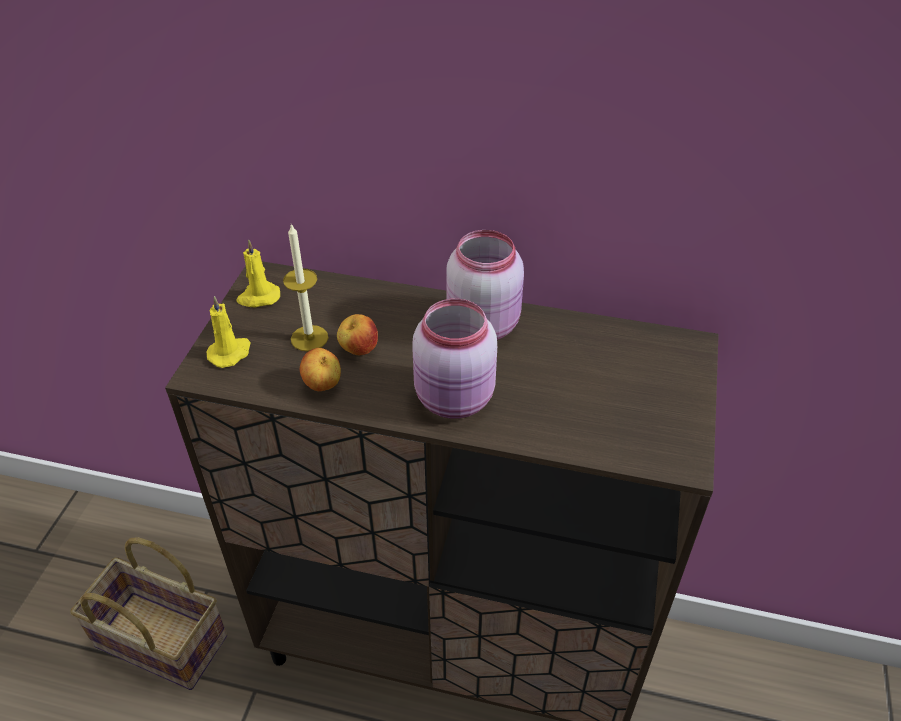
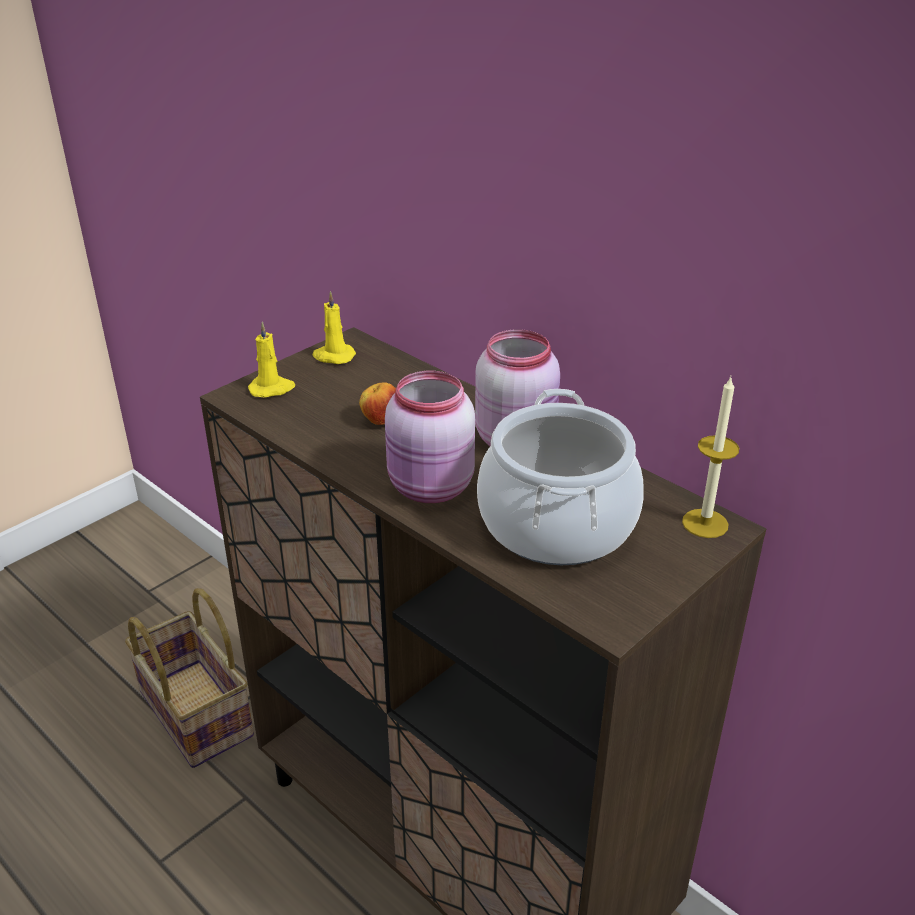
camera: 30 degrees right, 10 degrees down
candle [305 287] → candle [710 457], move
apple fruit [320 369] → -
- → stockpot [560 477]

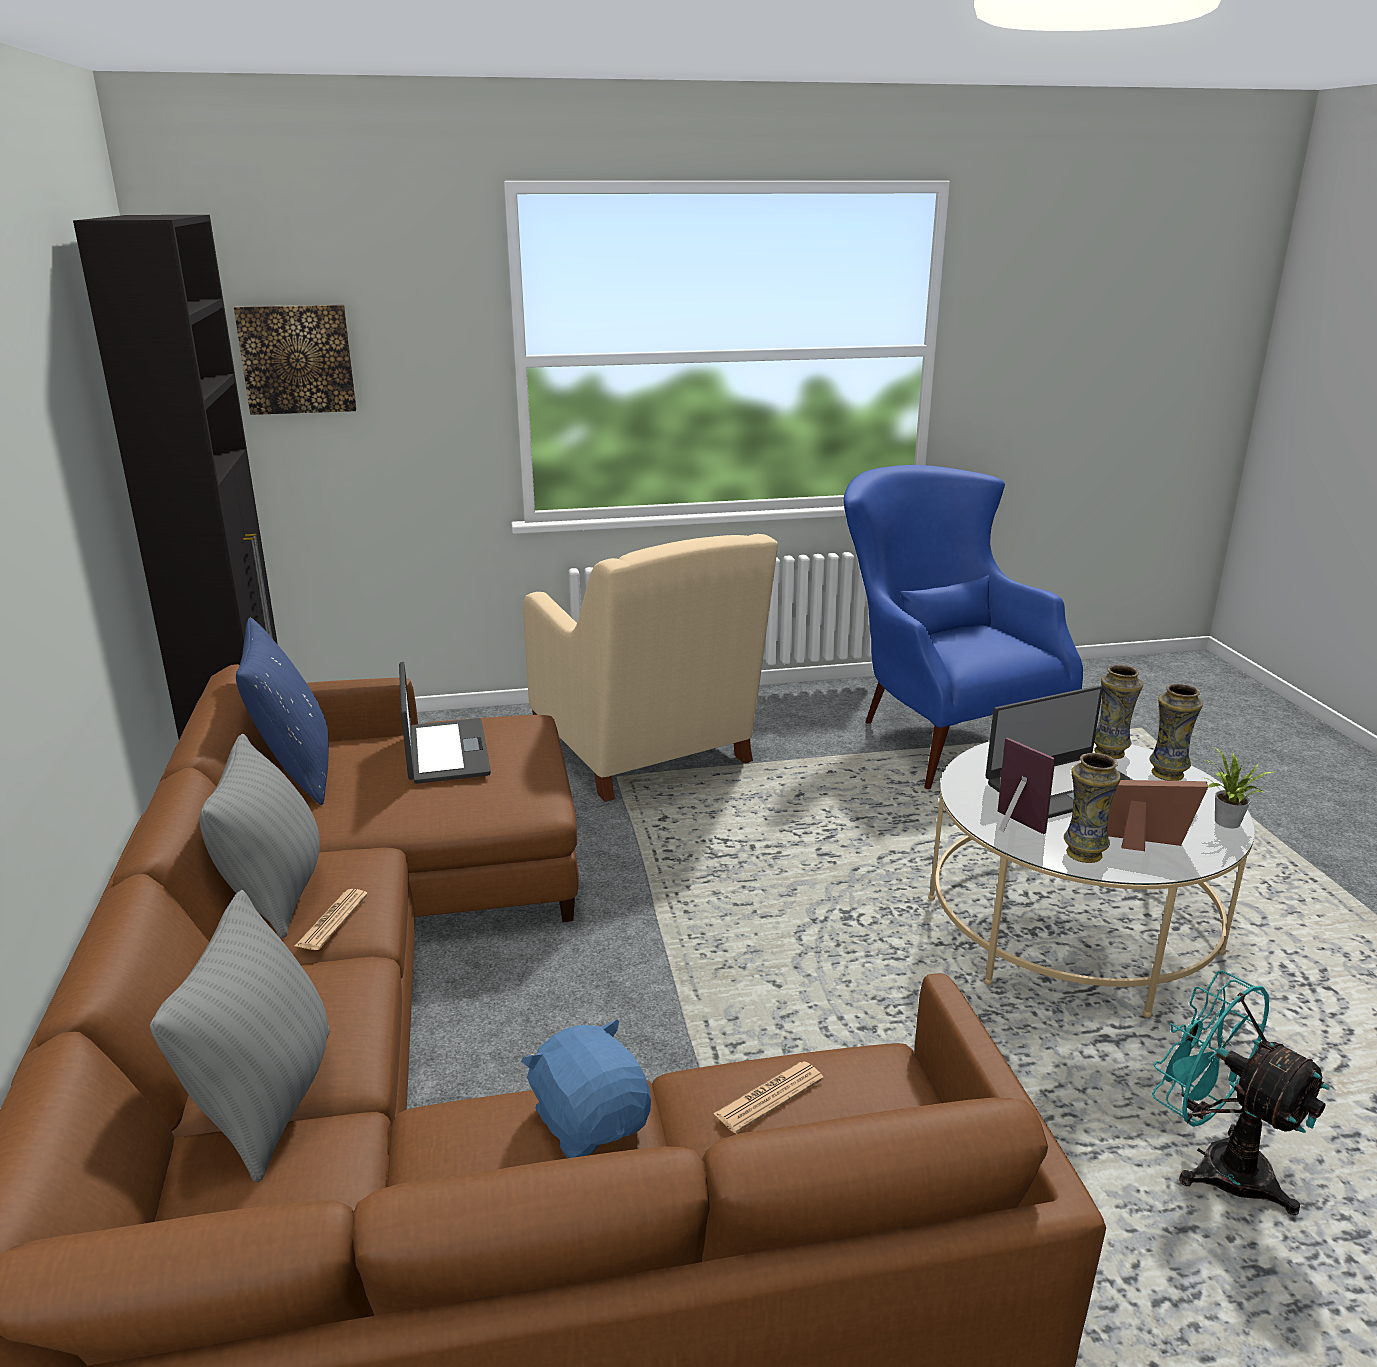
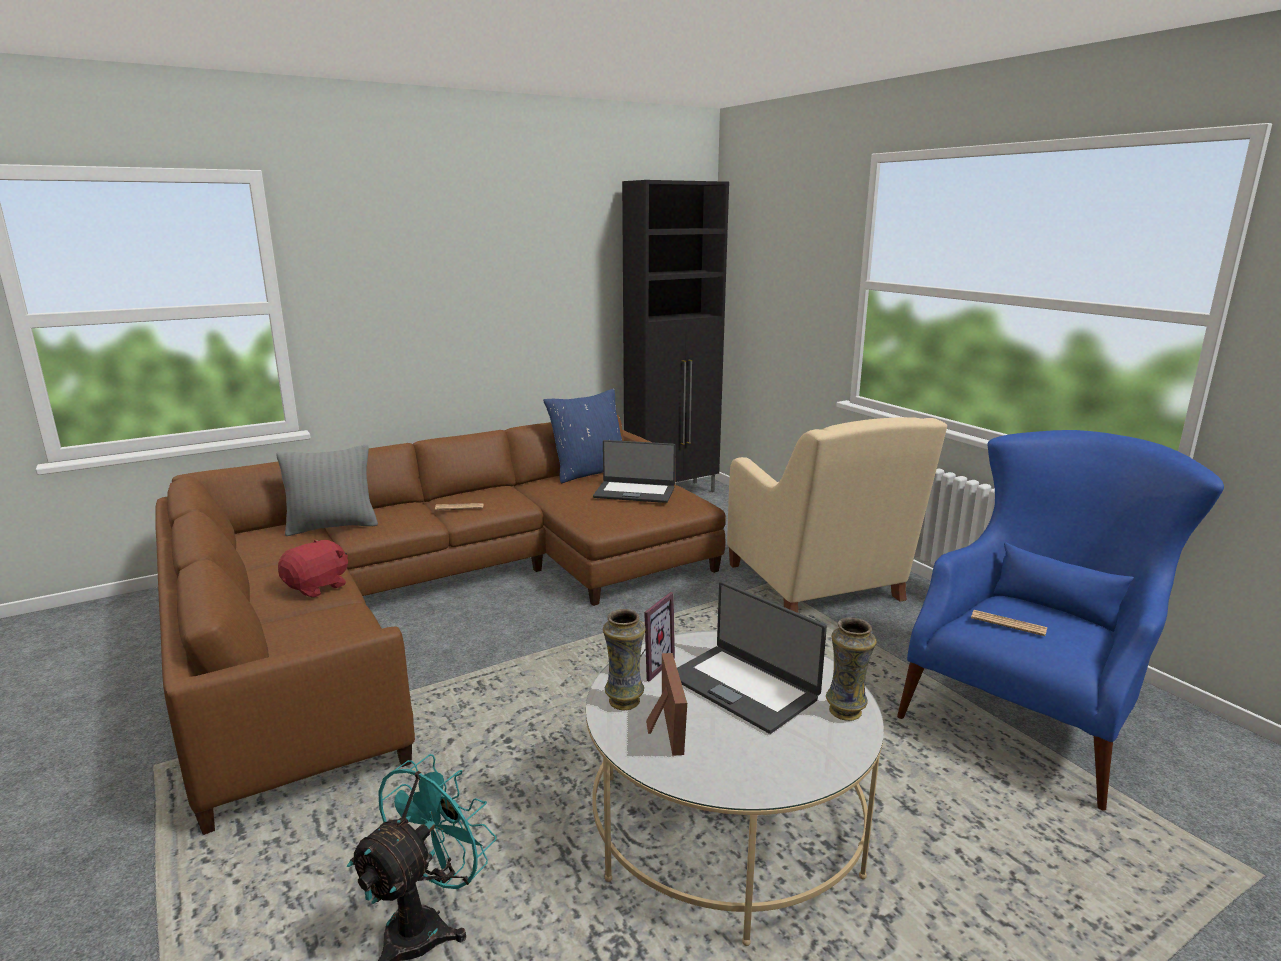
camera: 70 degrees right, 5 degrees down
throw pillow in greyish [259 836] → -
wall art [295 360] → -
notebook computer [445 723] → notebook computer [634 471], 45 degrees clockwise
cuddly toy in blue-coloured [586 1089] → cuddly toy in reddish [313 568]
easy chair in beige-coloured [650 668] → easy chair in beige-coloured [837 515], 60 degrees counterclockwise
daily paper [768 1097] → daily paper [1009 623], move
decorative vase [1176 732] → -
plant in a pot [1239 787] → -

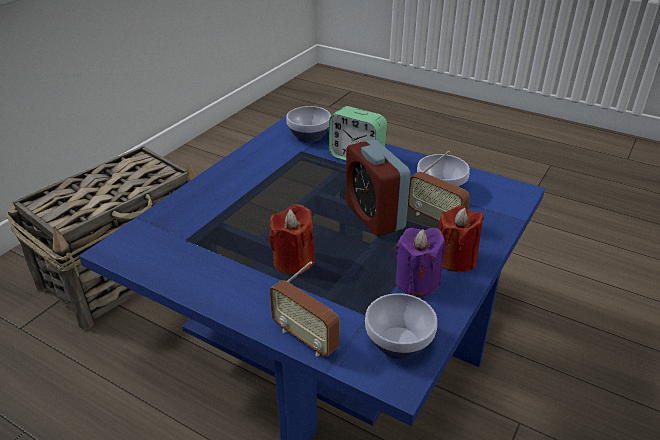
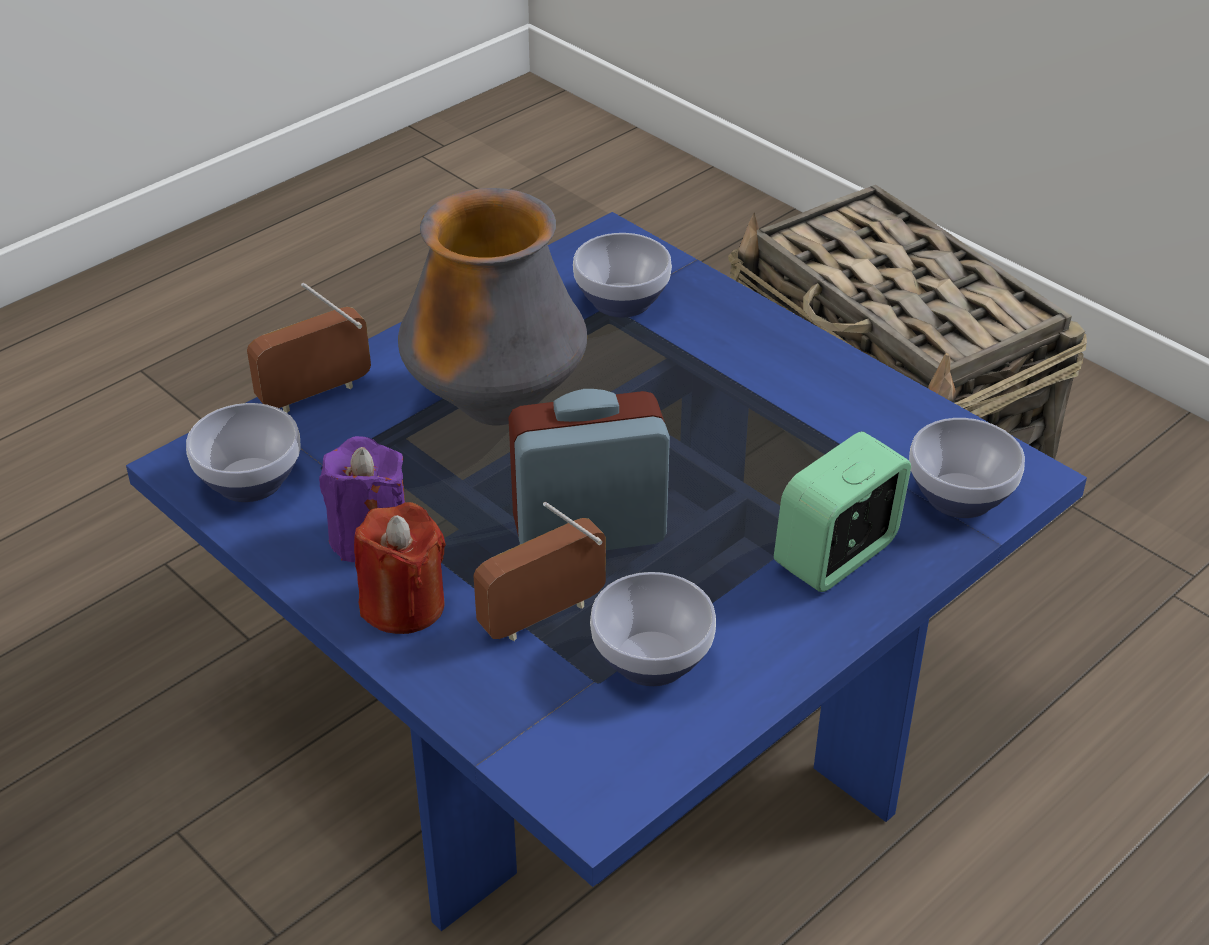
camera: 105 degrees right, 5 degrees up
candle in reddish [292 239] → decorative vase [492 307]
- → deep dish [622 275]

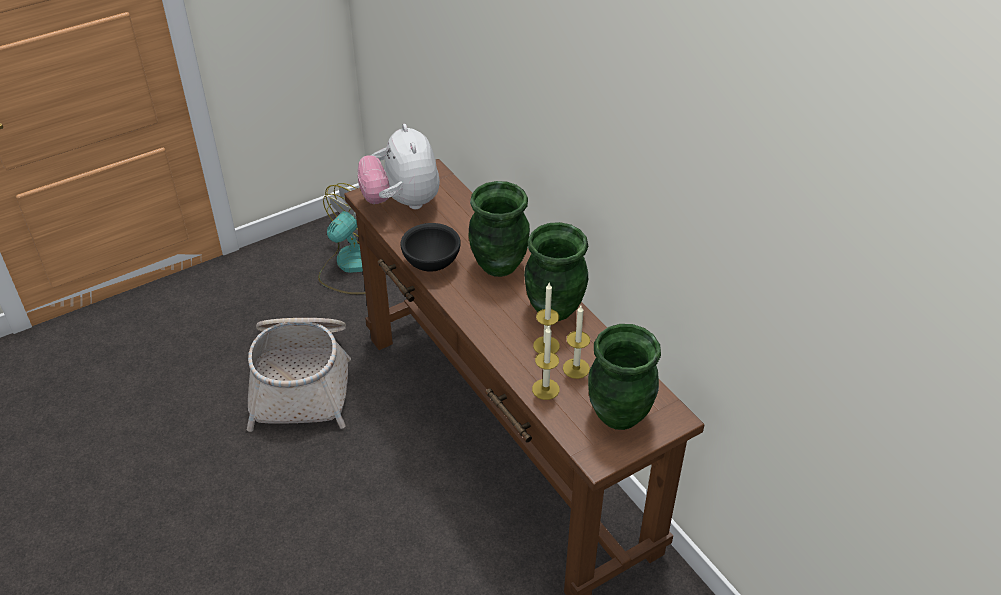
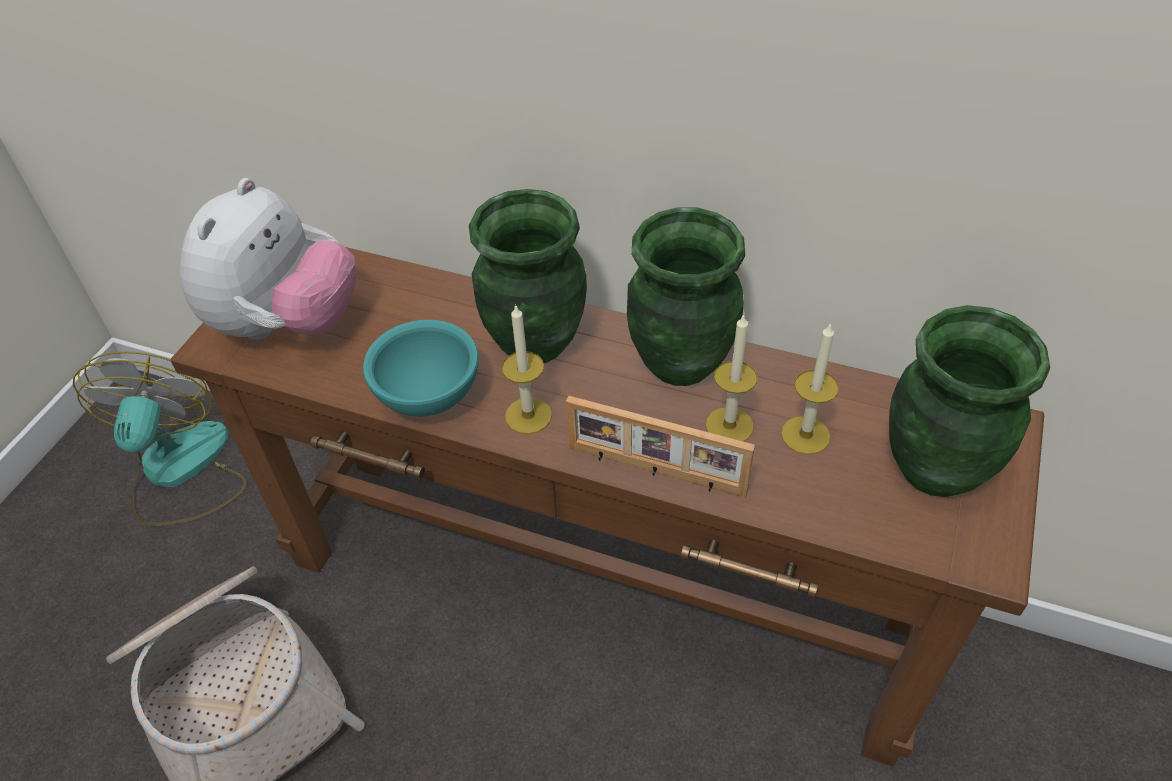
camera: 35 degrees left, 5 degrees up
cuddly toy [399 166] → cuddly toy [268 259], 105 degrees counterclockwise
deep dish in blackish [430 247] → deep dish in turquoise-coloured [421 368]
candle [546 362] → candle [527 369], move
- → photo frame [660 447]

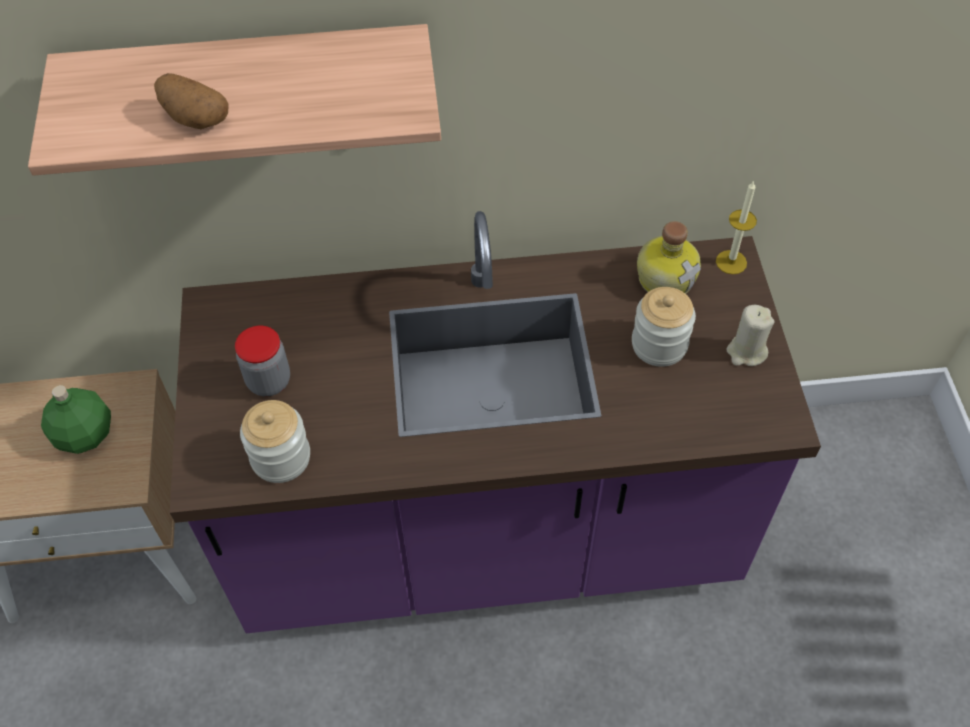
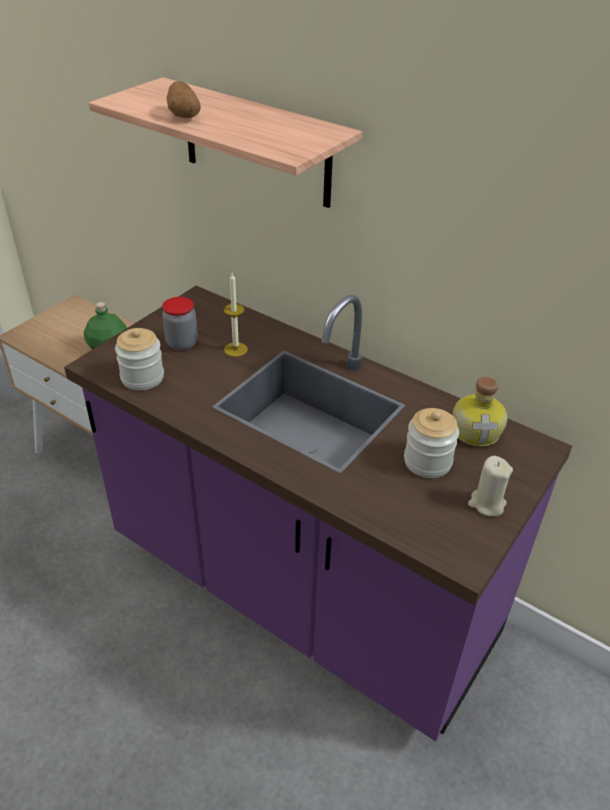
camera: 40 degrees right, 15 degrees down
candle [736 227] → candle [235 315], move

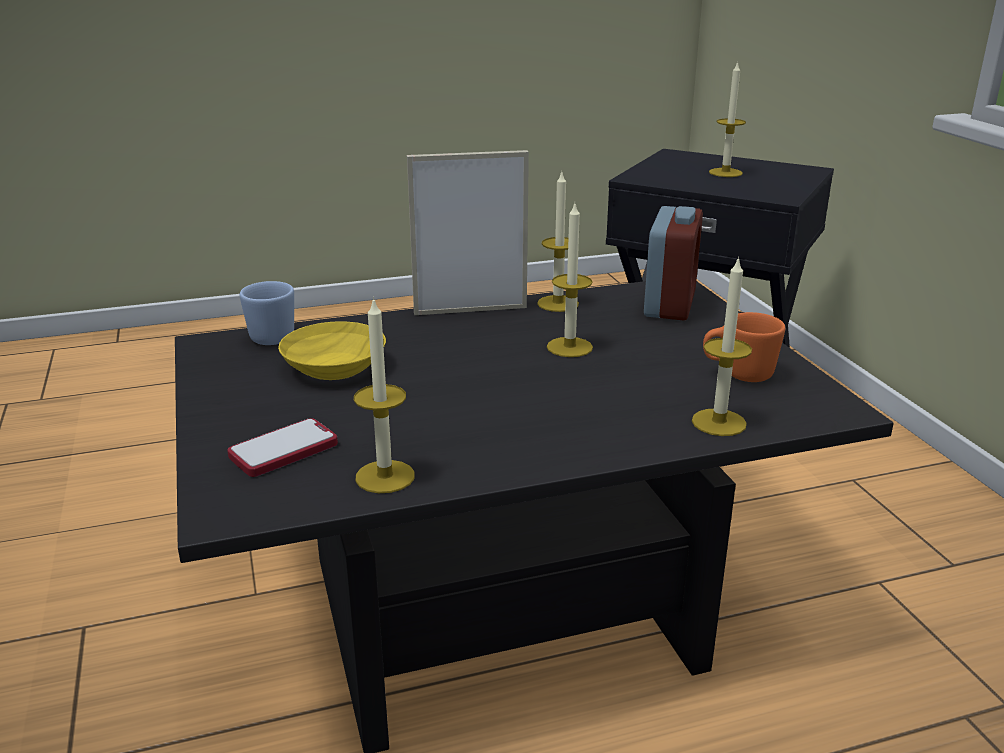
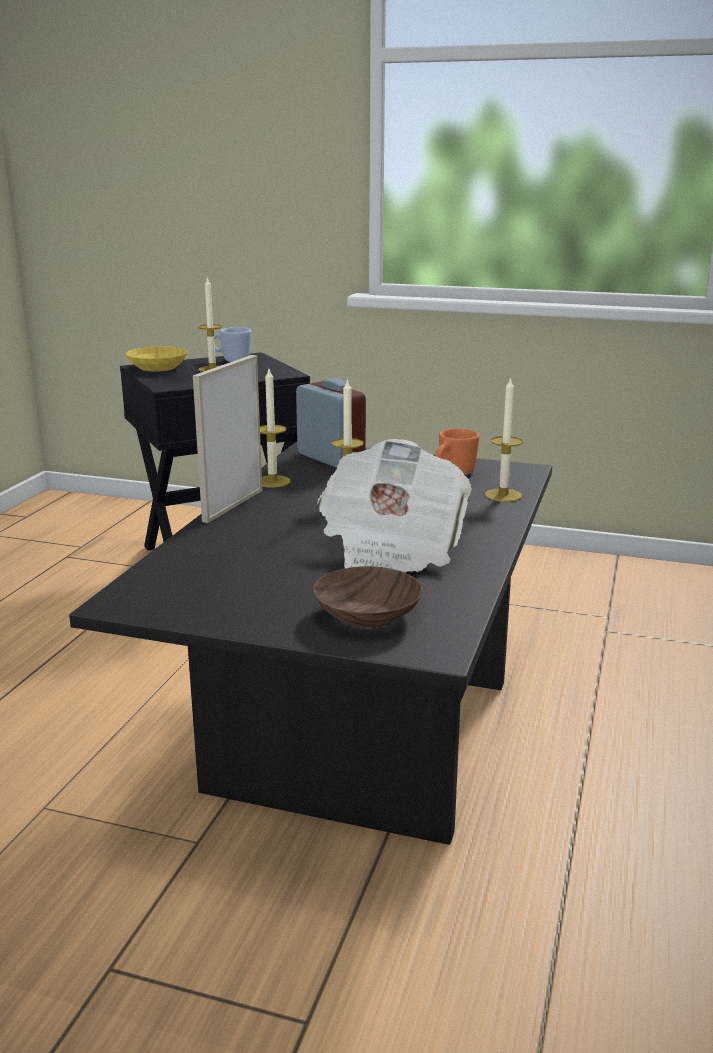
camera: 55 degrees left, 5 degrees down
telephone [282 447] → deep dish in brown [368 597]
tea mug in blue-coloured [267 313] → tea mug in blue-coloured [233 344], move
deep dish in yellow [332 350] → deep dish in yellow [157 359], move
candle [384 395] → -
- → daily paper [394 505]

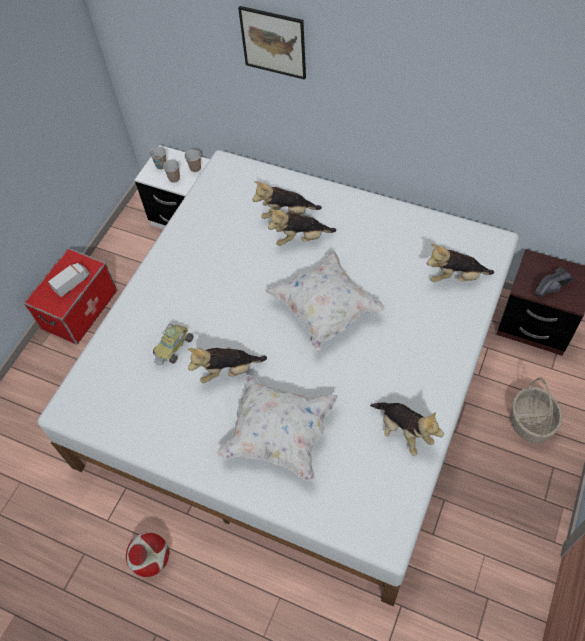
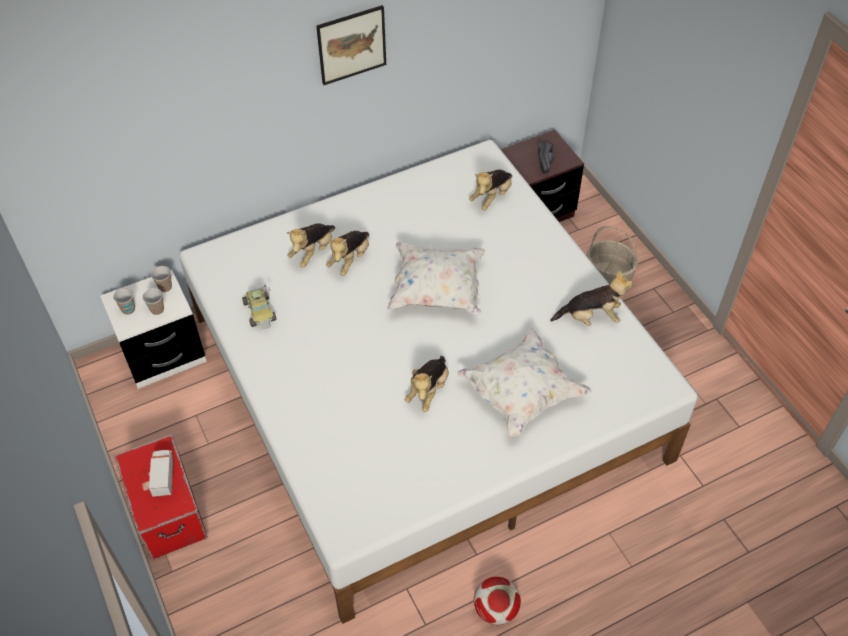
camera: 55 degrees left, 5 degrees down
miniature car [173 345] → miniature car [259 307], move
wall art [272 43] → wall art [351 45], move

